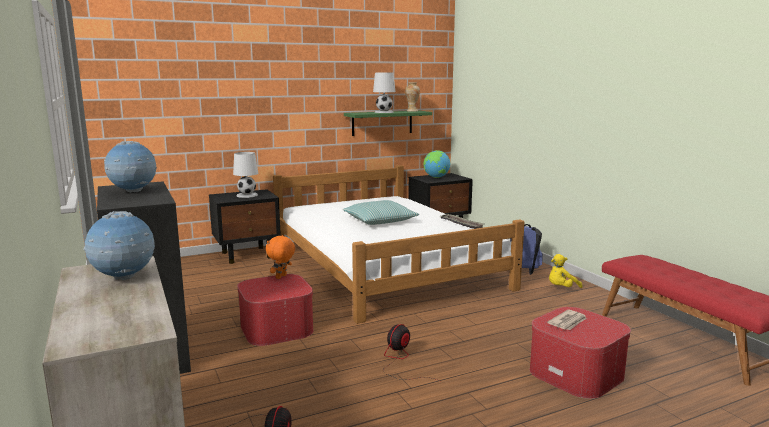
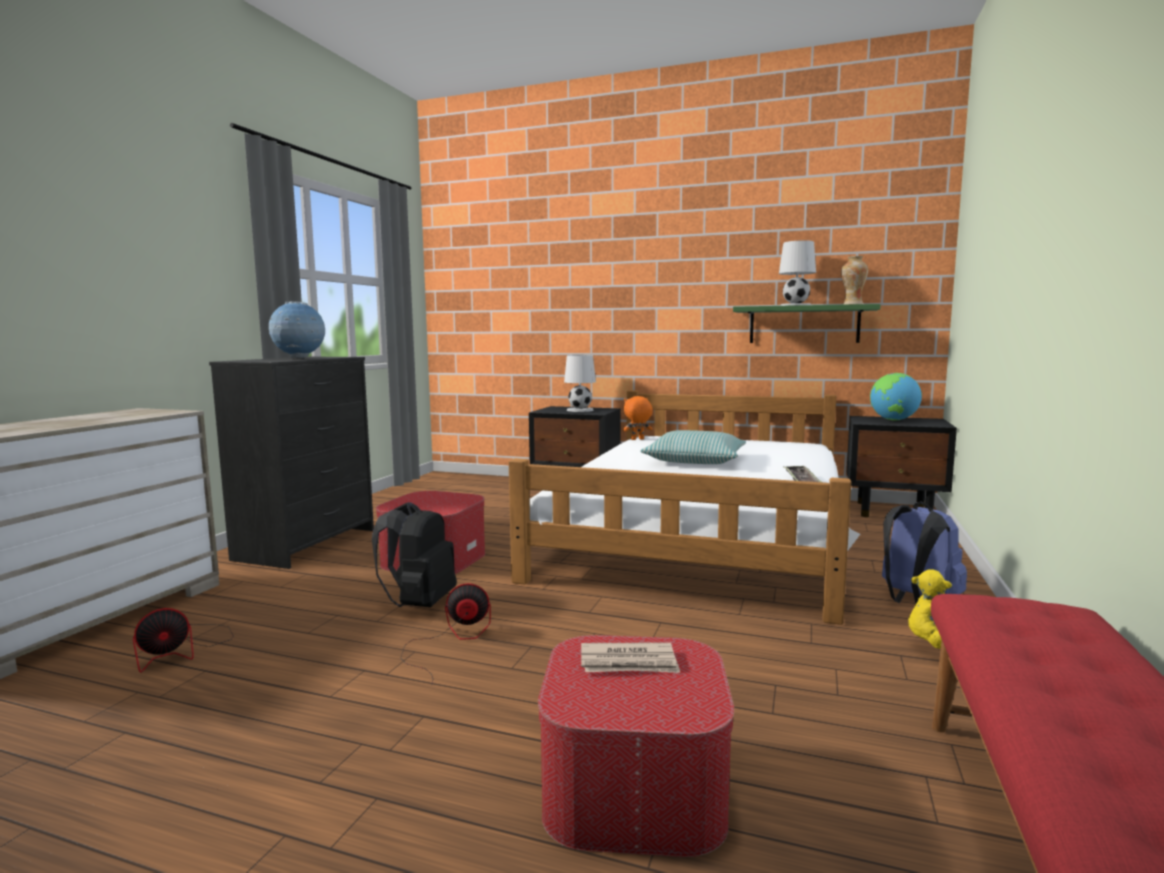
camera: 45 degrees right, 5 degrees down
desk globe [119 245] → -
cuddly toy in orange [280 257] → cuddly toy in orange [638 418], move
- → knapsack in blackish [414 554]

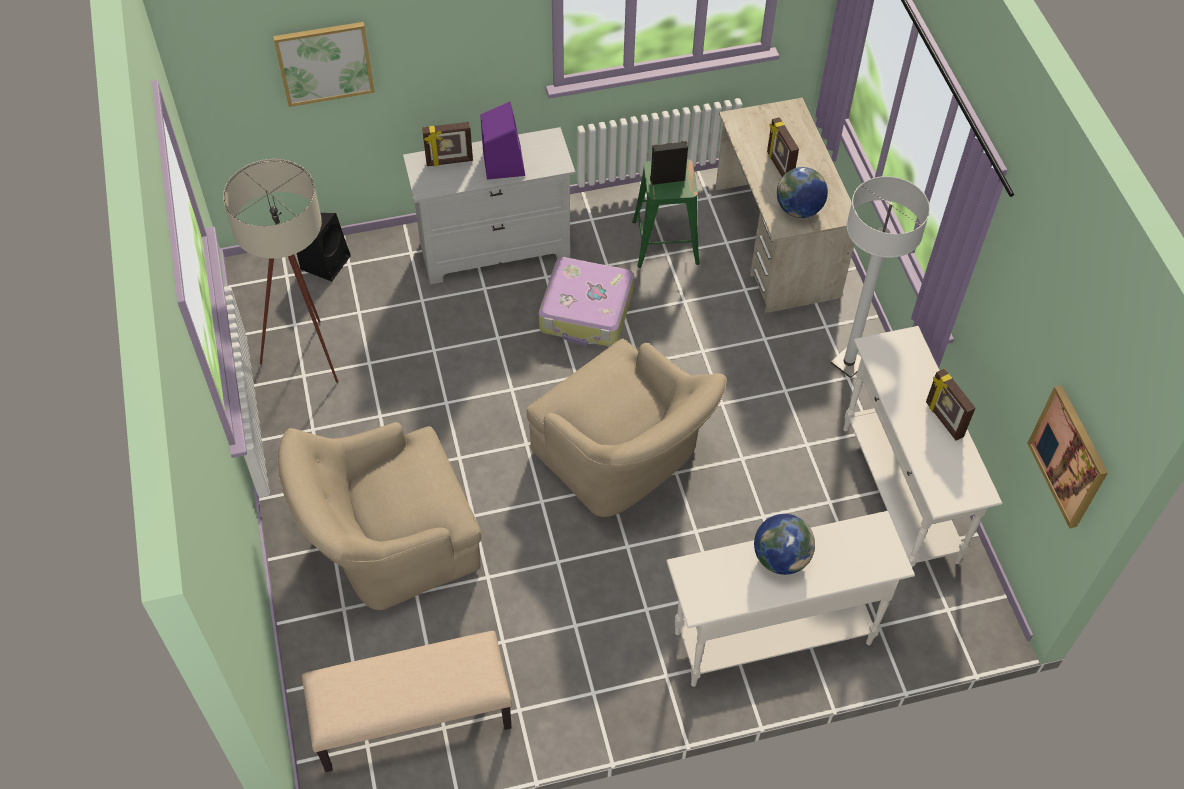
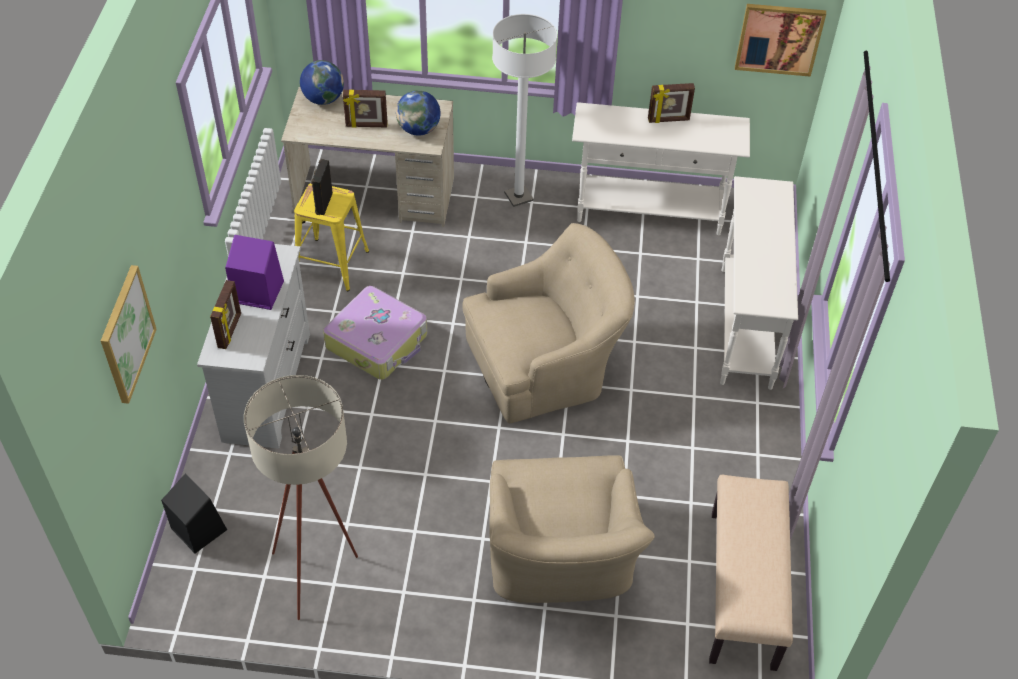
camera: 70 degrees left, 5 degrees down
stool seat in green-coloured [666 213] → stool seat in yellow [331 237]
desk globe [784 544] → desk globe [322 82], move

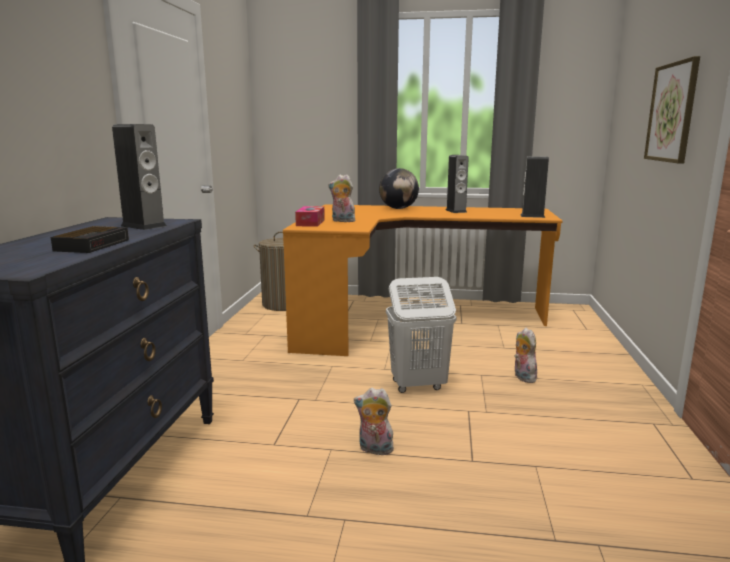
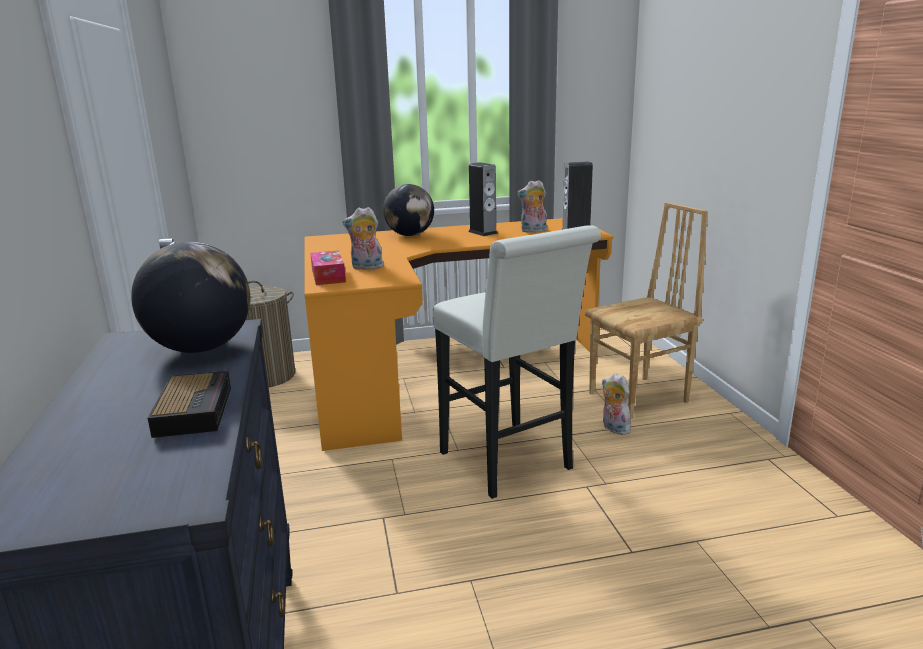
camera: 20 degrees left, 5 degrees up
audio speaker [139 177] → desk globe [190 297]
cuddly toy [374 421] → cuddly toy [532 206], move
washing basket in white-coloured [421 335] → stool seat in white-coloured [517 362]
wall art [672 110] → -
- → upright chair in brown [646 310]

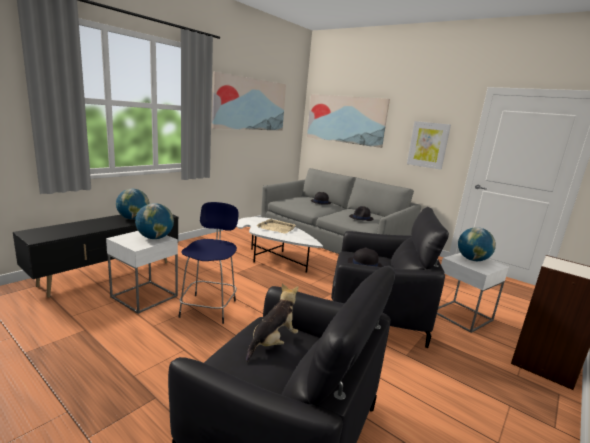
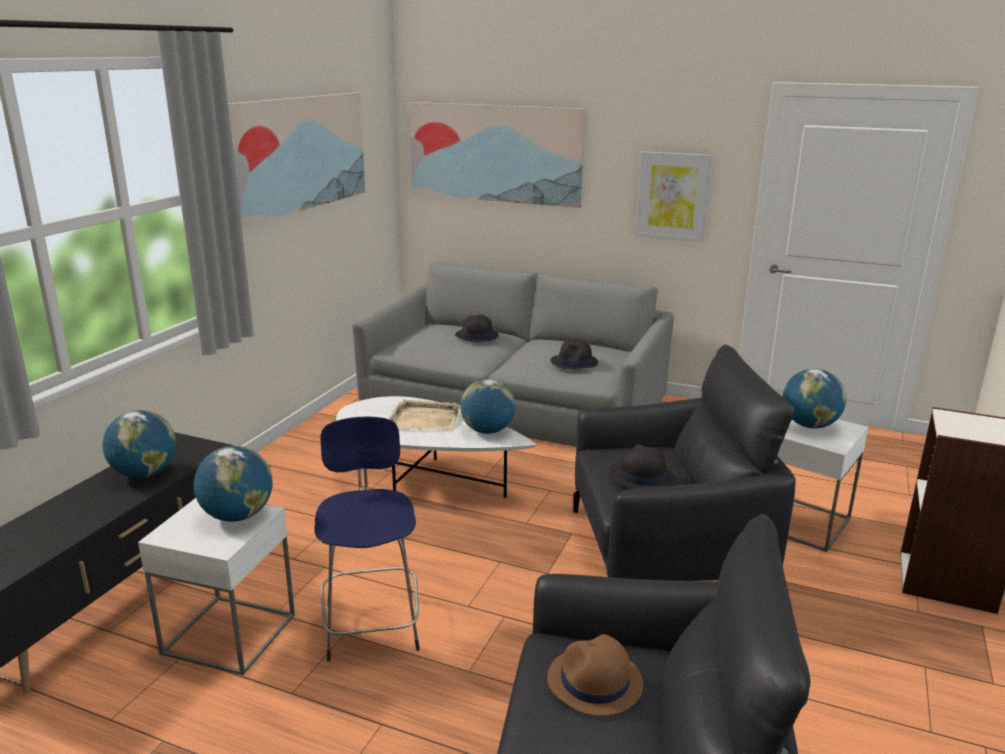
camera: 15 degrees left, 5 degrees up
cuddly toy [272 323] → hat in brown [595 675]
- → desk globe [488 406]

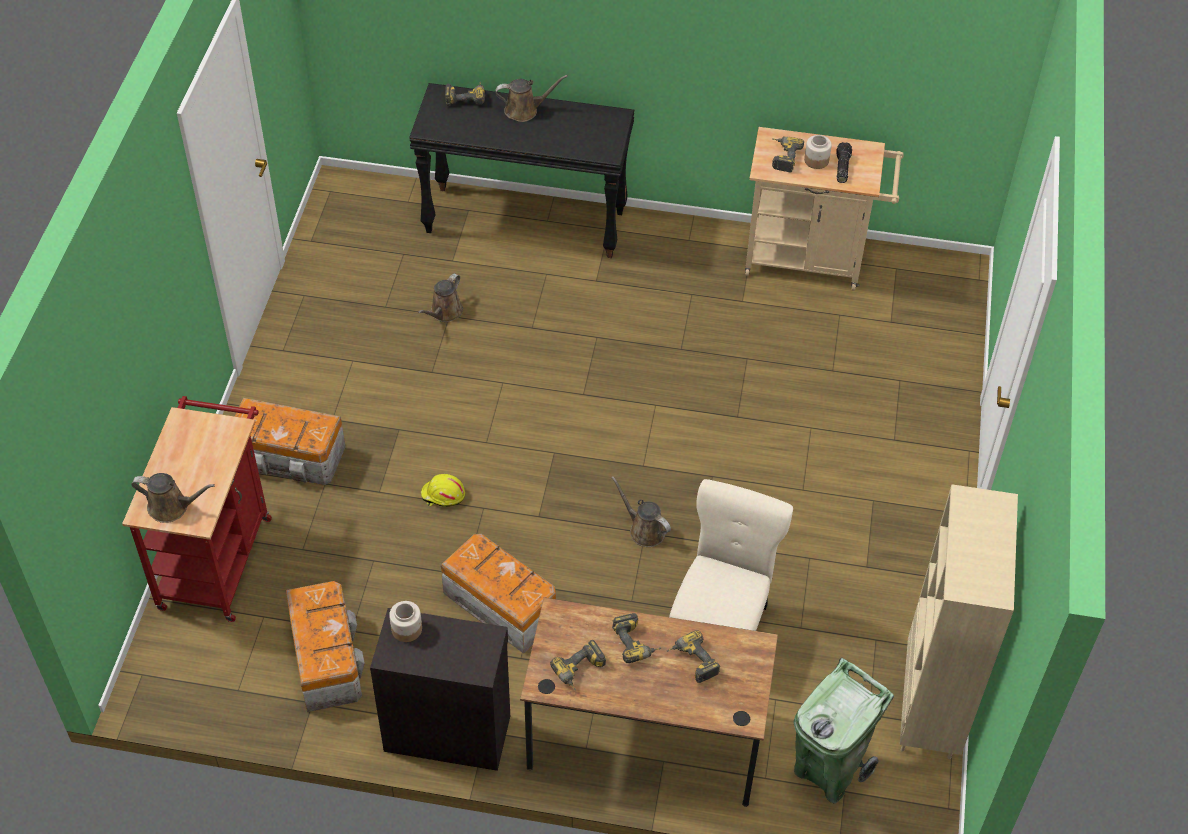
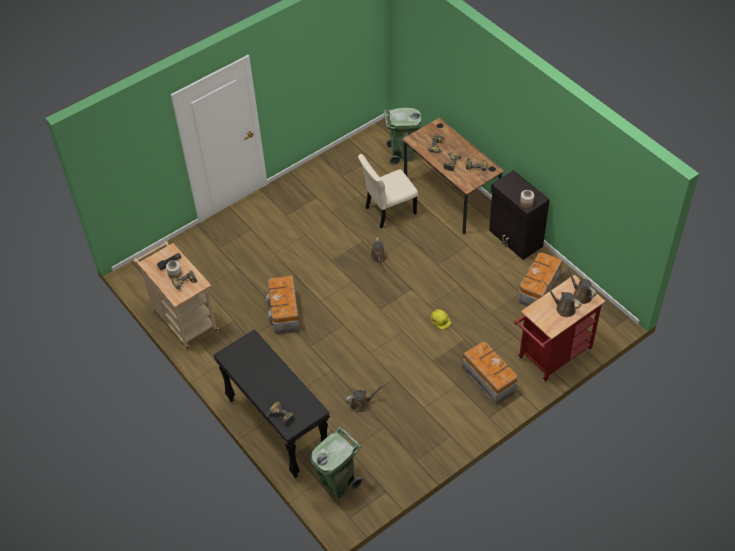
camera: 135 degrees left, 0 degrees up
storage box [498 594] → storage box [283 304], move
watering can in brown [532 98] → watering can in brown [562 299], move
shelving unit in beige-coloured [959 621] → -
- → rubbish bin in green-coloured [337 462]

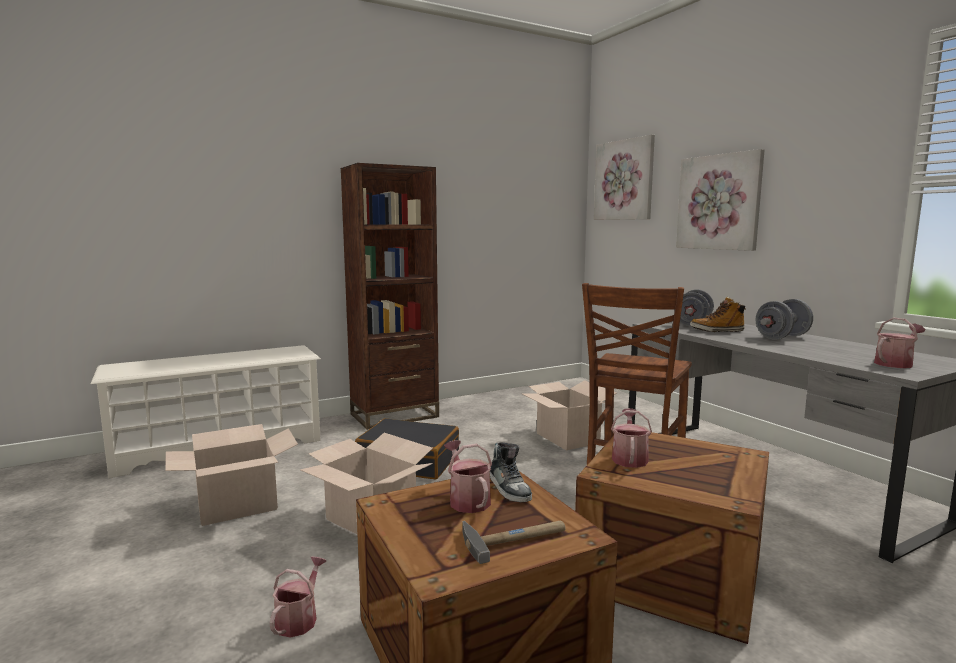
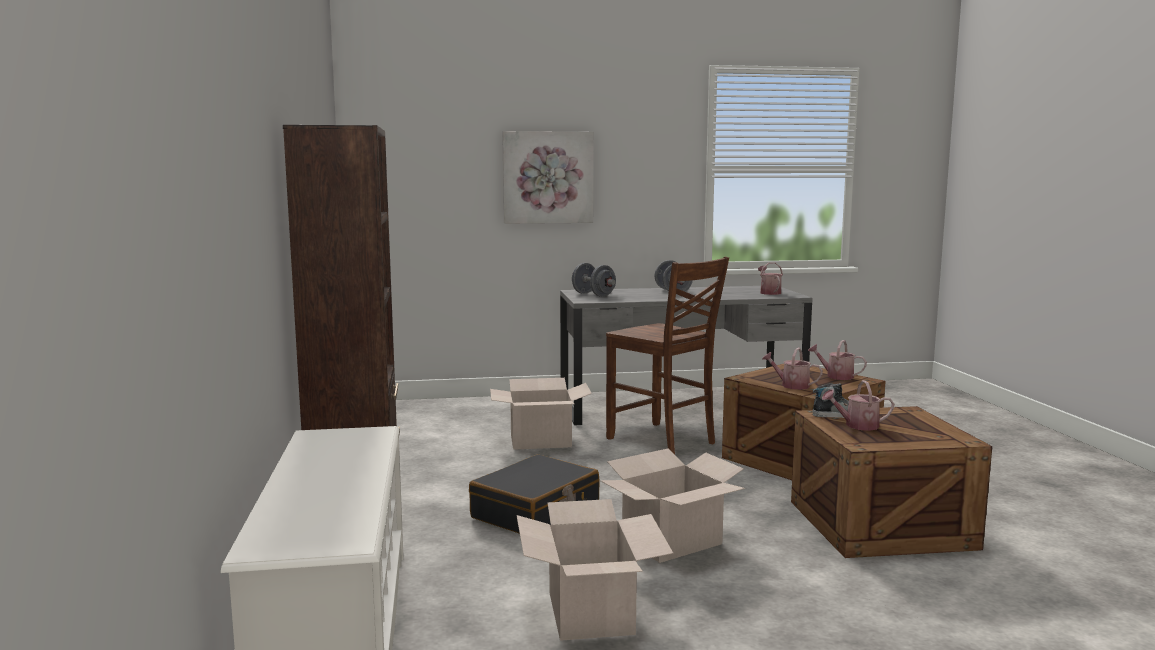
camera: 70 degrees left, 0 degrees up
watering can [297 597] → watering can [837 360], move
hammer [514 542] → -
wall art [624 177] → -
high-top boot [718 314] → -

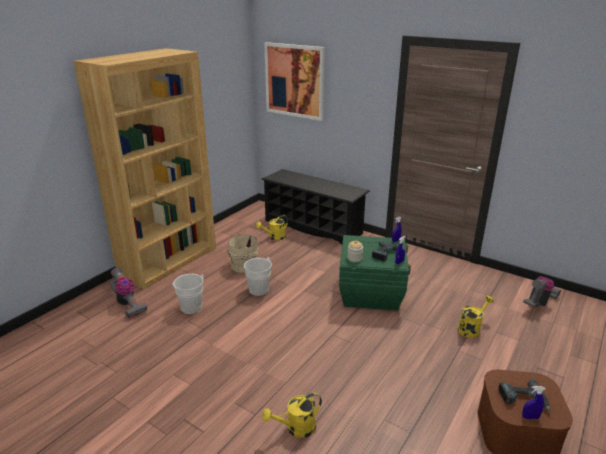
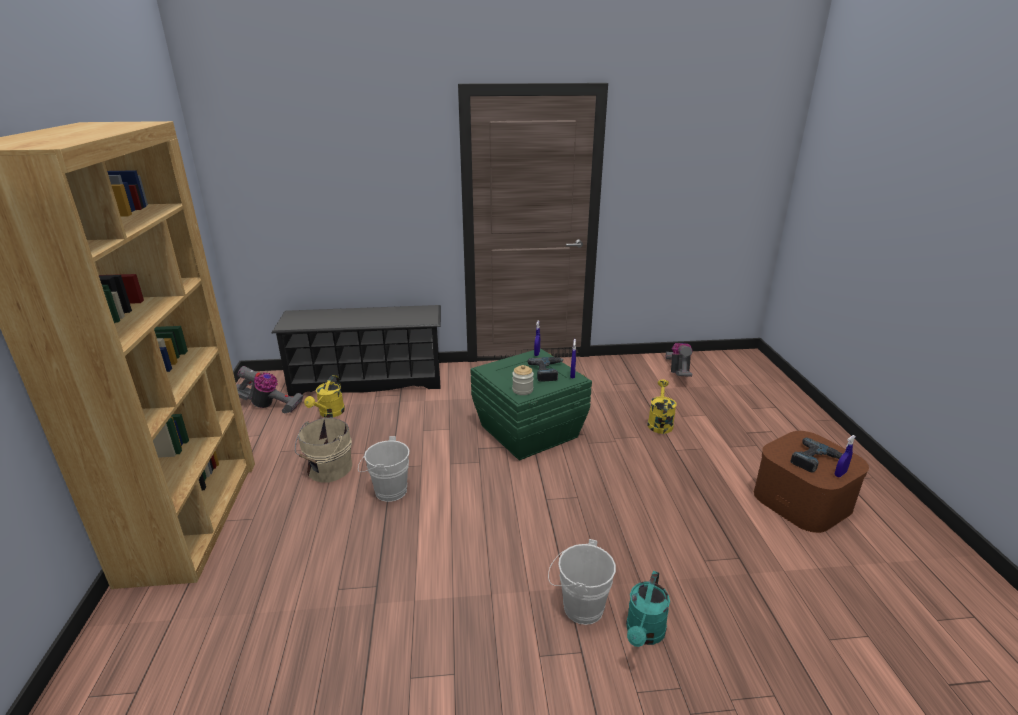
camera: 40 degrees left, 0 degrees up
vacuum [128 292] → vacuum [269 389], move
bucket in white-coloured [188 294] → bucket in white-coloured [582 582], move
watering can in yellow [292 415] → watering can in turquoise-coloured [648 609]
wall art [294 81] → -

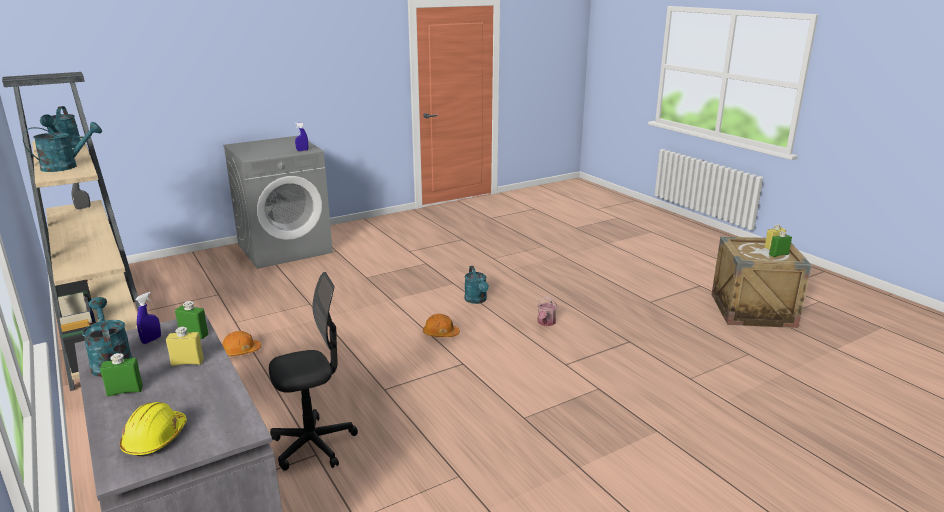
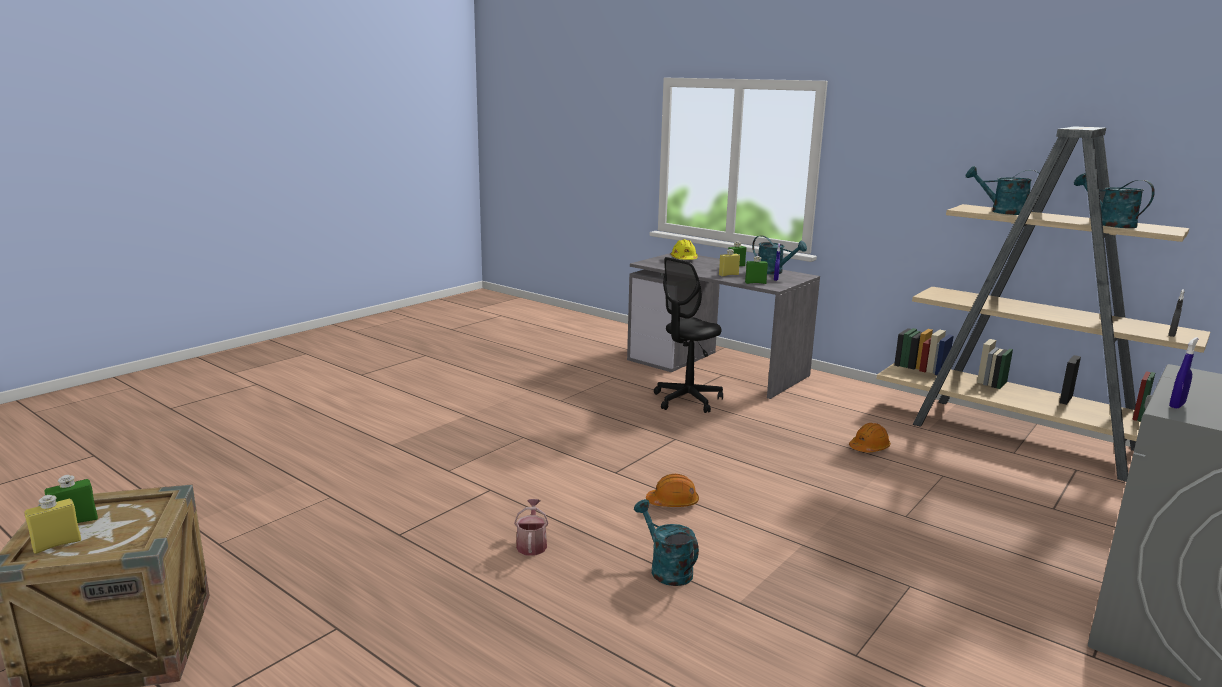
camera: 160 degrees right, 5 degrees down
watering can in turquoise-coloured [62 147] → watering can in turquoise-coloured [1002 190], 75 degrees clockwise

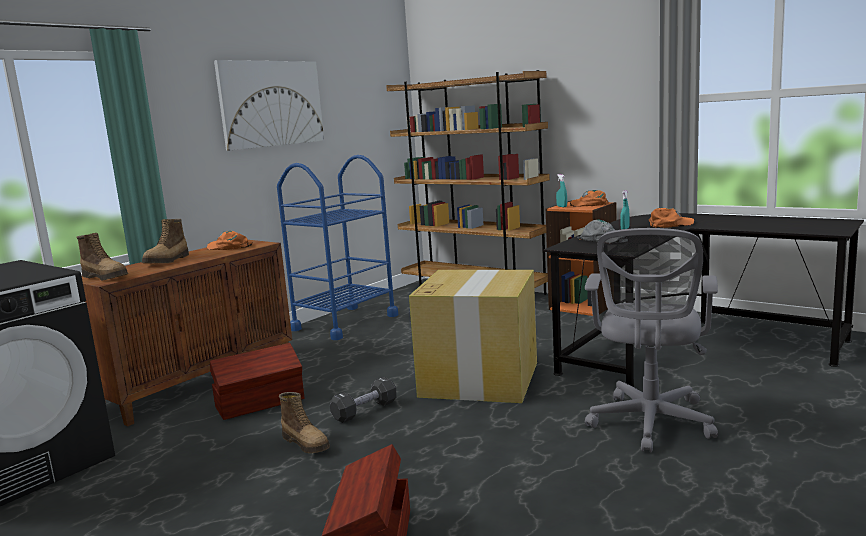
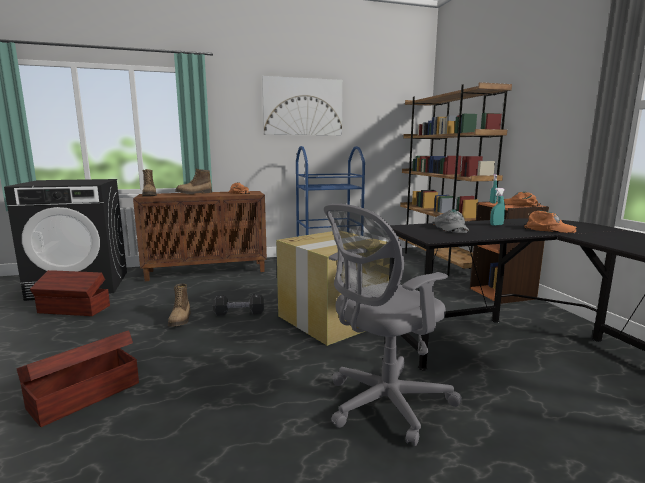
camera: 35 degrees right, 0 degrees up
storage box in brown [257 381] → storage box in brown [70 293], move

